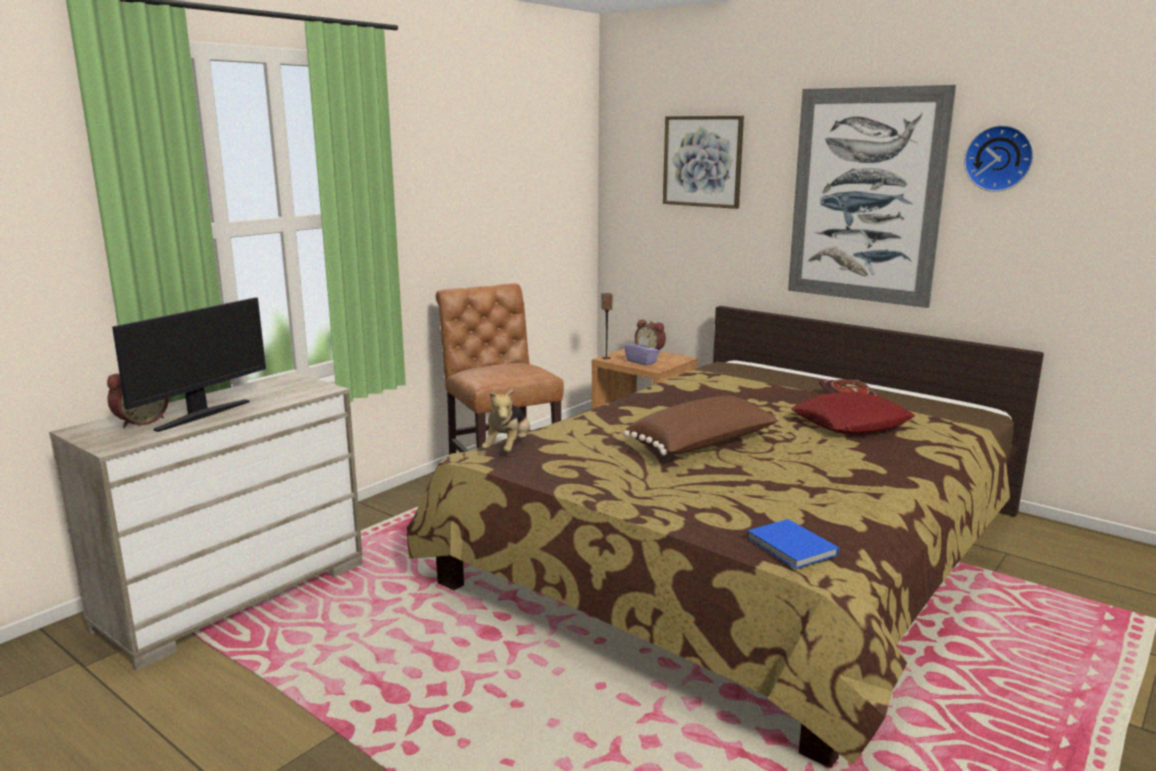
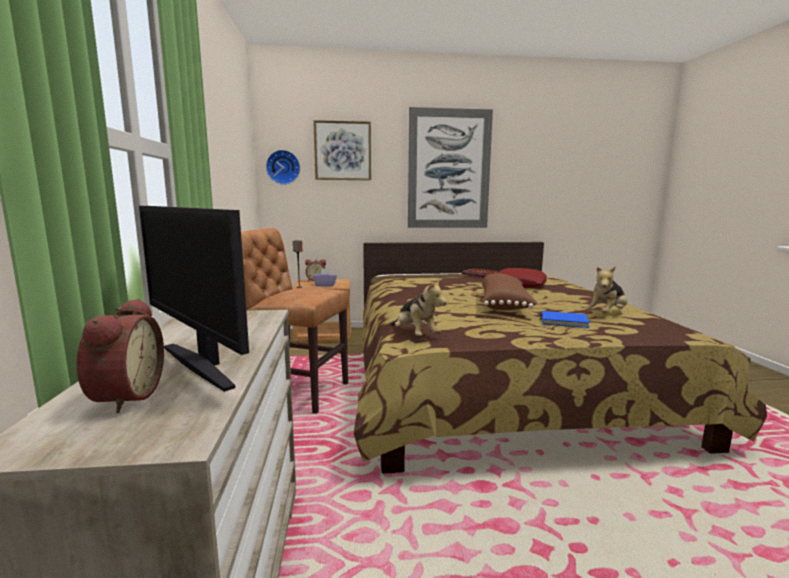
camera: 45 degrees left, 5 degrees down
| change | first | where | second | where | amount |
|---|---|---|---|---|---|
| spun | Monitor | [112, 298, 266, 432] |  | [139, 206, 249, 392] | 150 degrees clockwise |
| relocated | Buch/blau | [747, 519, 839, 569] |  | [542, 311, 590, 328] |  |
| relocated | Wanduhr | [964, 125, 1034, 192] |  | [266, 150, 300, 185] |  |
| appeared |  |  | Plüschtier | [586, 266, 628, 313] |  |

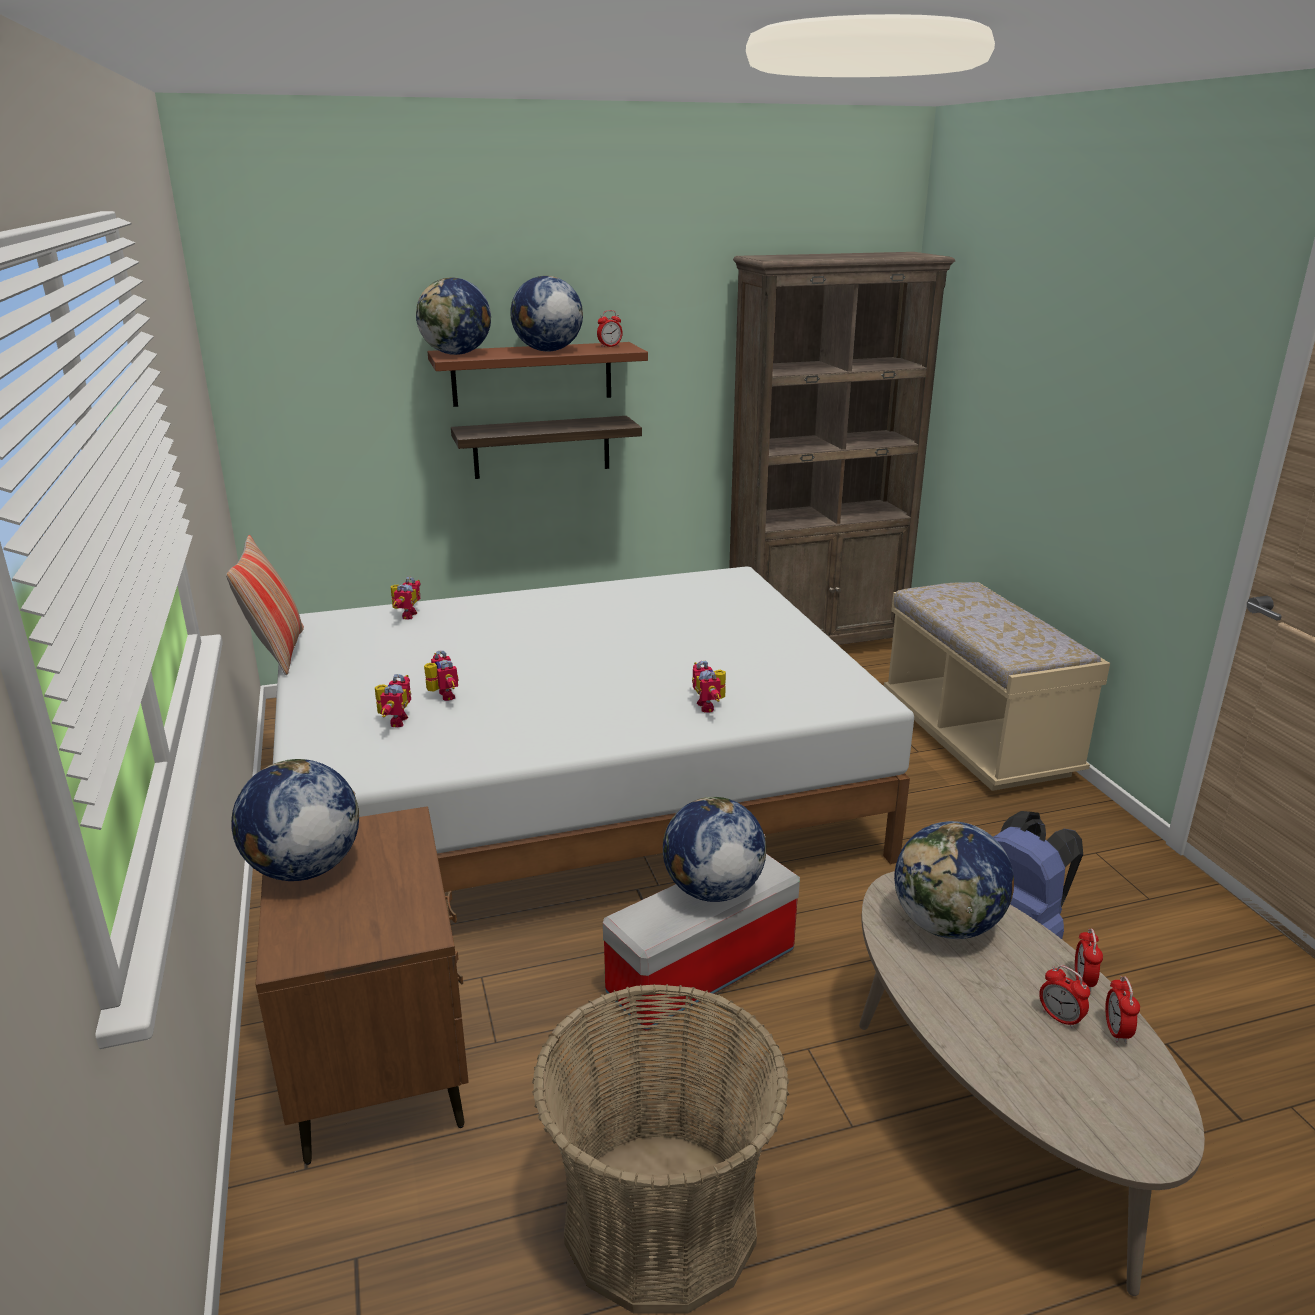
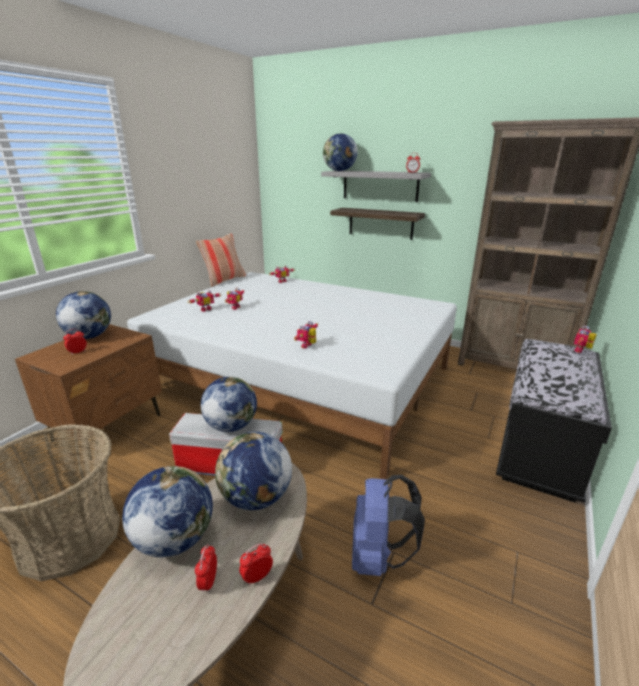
camera: 45 degrees right, 0 degrees up
| change | first | where | second | where | amount |
|---|---|---|---|---|---|
| colour | Wandregal/braun | [427, 342, 648, 407] | Wandregal/grau | [321, 171, 431, 202] |  |
| relocated | Globus | [510, 276, 583, 351] |  | [122, 466, 213, 557] |  |
| colour | Bank/beige | [884, 582, 1110, 791] | Bank/schwarz | [496, 339, 612, 503] |  |
| relocated | Wecker | [1105, 976, 1140, 1043] |  | [63, 329, 87, 354] |  |
| appeared |  |  | Spielzeugroboter | [574, 326, 596, 353] |  |

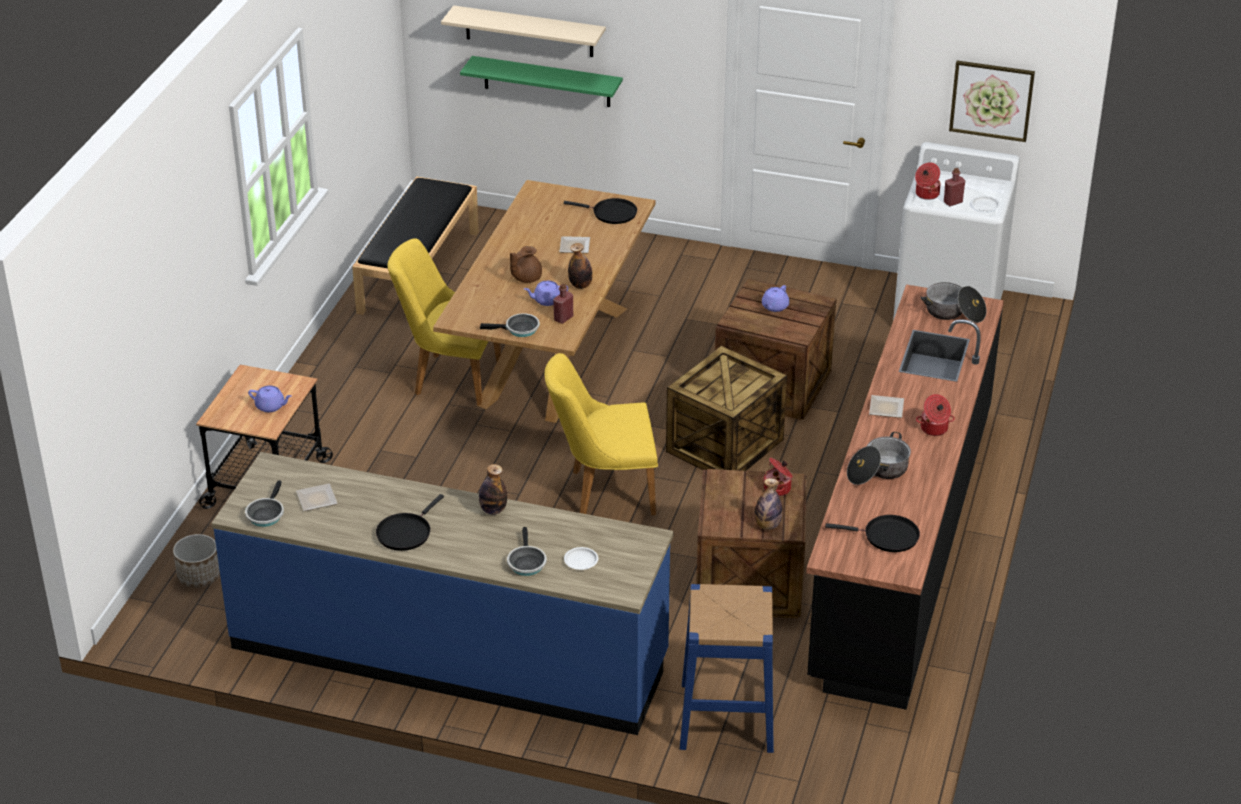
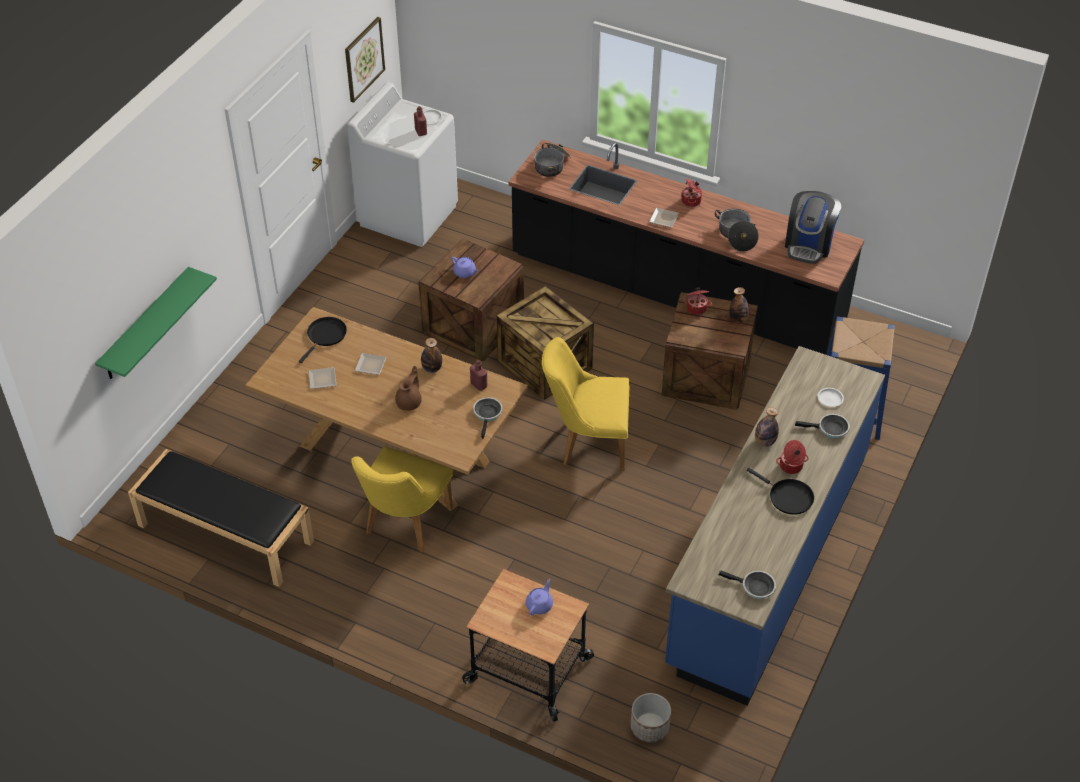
camera: 80 degrees left, 10 degrees up
| change | first | where | second | where | amount |
|---|---|---|---|---|---|
| relocated | Teller | [296, 483, 338, 511] |  | [308, 367, 336, 389] |  |
| missing | Wandregal/beige | [441, 5, 606, 57] |  |  |  |
| spun | Teekanne/braun | [510, 246, 542, 283] |  | [395, 366, 422, 411] | 120 degrees counterclockwise |
| missing | Teekanne/lila | [524, 281, 568, 306] |  |  |  |
| spun | Stuhl/gelb | [544, 353, 658, 515] |  | [542, 337, 629, 471] | 90 degrees clockwise |
| exchanged | Pfanne/schwarz | [825, 515, 920, 552] | Kaffeemaschine | [785, 191, 841, 264] |  |
| relocated | Kochtopf | [915, 163, 941, 200] |  | [776, 440, 809, 474] |  |

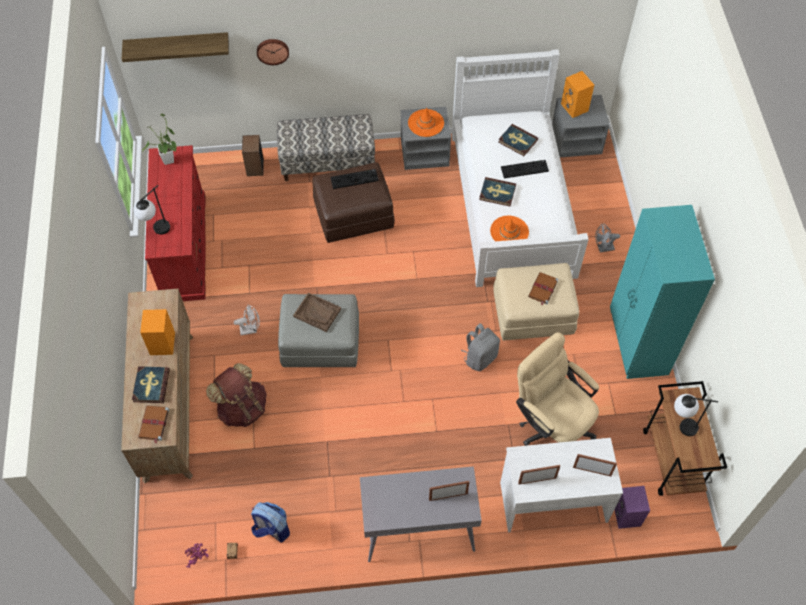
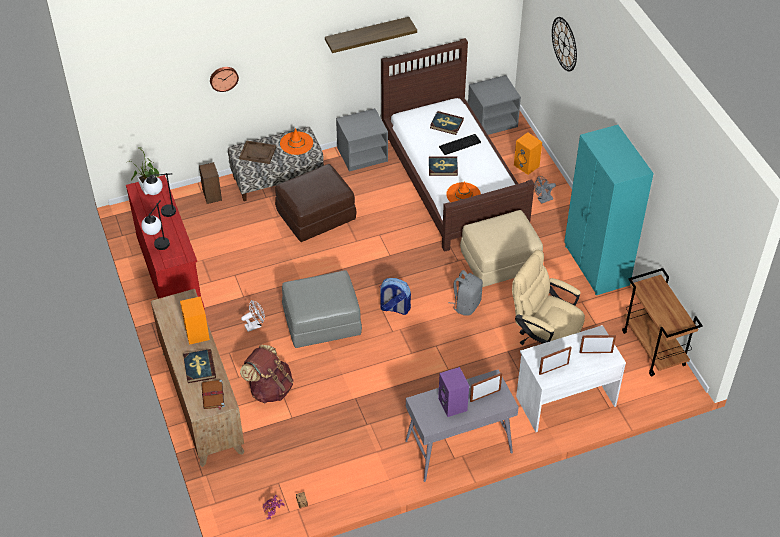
camera: 15 degrees left, 10 degrees down
| change | first | where | second | where | amount |
|---|---|---|---|---|---|
| relocated | Wandregal | [122, 32, 229, 62] |  | [325, 17, 417, 53] |  |
| relocated | Rucksack | [251, 502, 290, 542] |  | [380, 278, 411, 315] |  |
| relocated | Tablett/braun | [293, 293, 341, 332] |  | [239, 140, 276, 164] |  |
| missing | Tastatur | [330, 169, 379, 189] |  |  |  |
| relocated | Hut/orange | [408, 107, 444, 137] |  | [280, 128, 313, 155] |  |
| colour | Bett/weiß | [452, 49, 589, 287] | Bett/braun | [381, 38, 535, 252] |  |
| missing | Buch/braun | [528, 272, 558, 305] |  |  |  |
| relocated | Lautsprecher/orange | [561, 71, 594, 118] |  | [514, 132, 542, 175] |  |
| relocated | Lautsprecher/lila | [615, 486, 650, 529] |  | [438, 367, 469, 417] |  |
| relocated | Tischlampe | [674, 394, 718, 436] |  | [143, 173, 176, 217] |  |
| appeared |  |  | Wanduhr | [552, 17, 577, 71] |  |

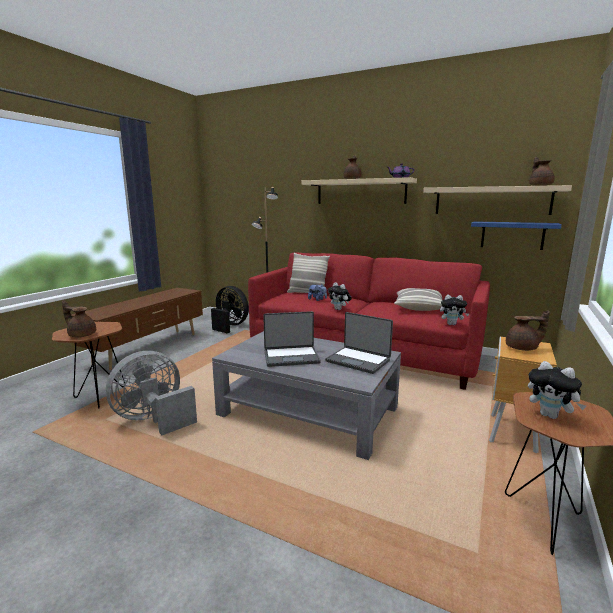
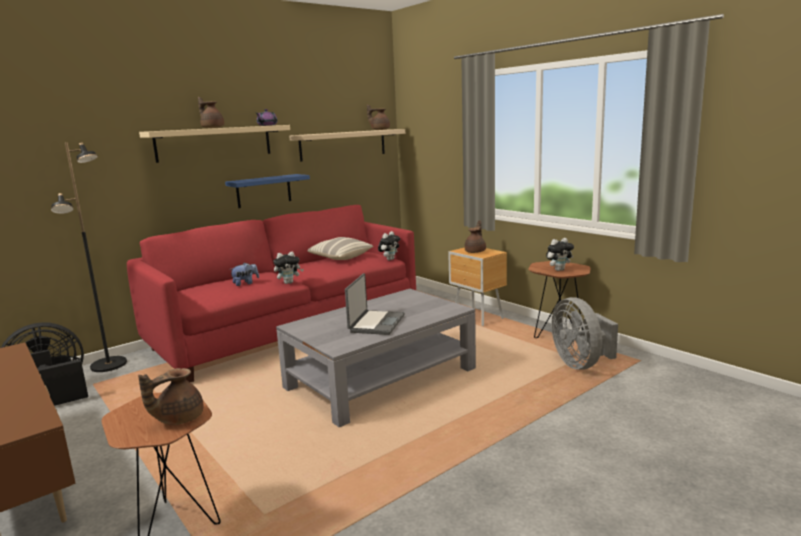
camera: 65 degrees left, 0 degrees up
| change | first | where | second | where | amount |
|---|---|---|---|---|---|
| relocated | Ventilator/grau | [106, 351, 197, 435] |  | [552, 297, 618, 370] |  |
| missing | Kissen | [287, 253, 330, 296] |  |  |  |
| missing | Laptop | [325, 312, 393, 374] |  |  |  |
| relocated | Wandregal/blau | [471, 221, 562, 250] |  | [225, 174, 310, 208] |  |

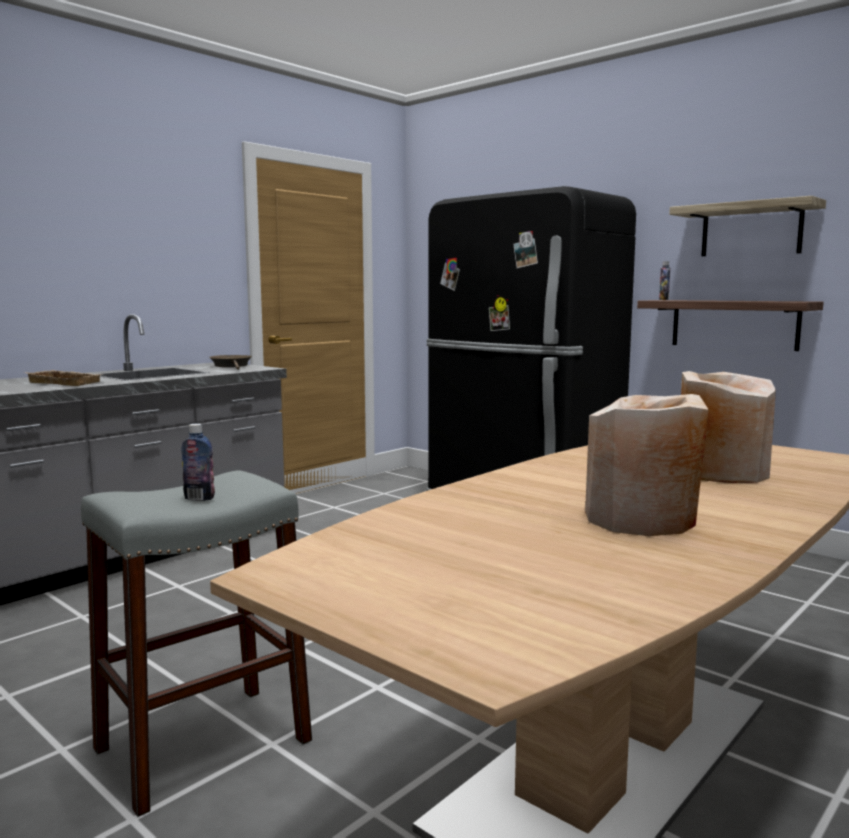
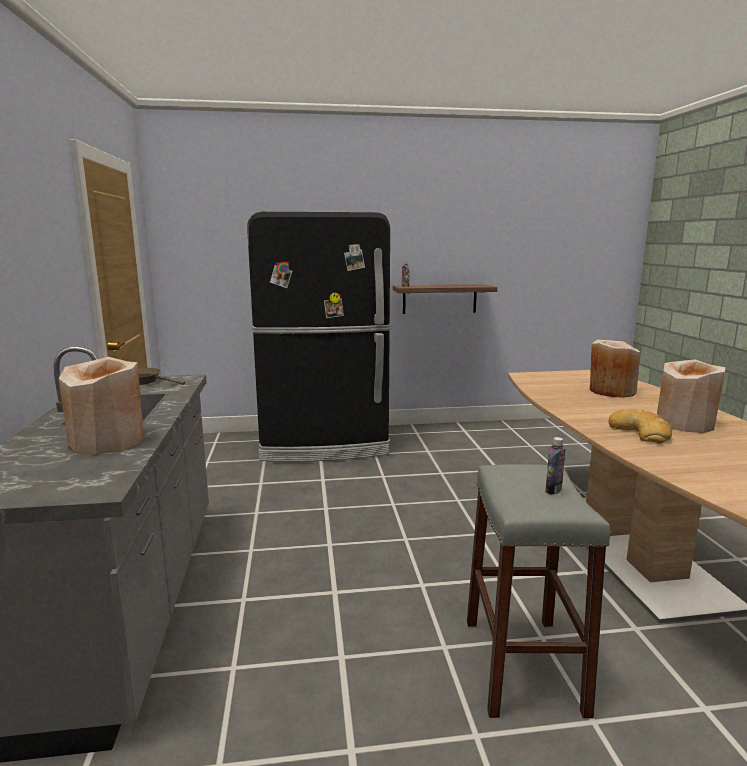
camera: 50 degrees left, 5 degrees up
| change | first | where | second | where | amount |
|---|---|---|---|---|---|
| exchanged | Tablett/beige | [25, 370, 102, 386] | Vase/beige | [59, 357, 144, 455] |  |
| missing | Wandregal | [669, 196, 826, 256] |  |  |  |
| appeared |  |  | Brot | [608, 408, 672, 444] |  |

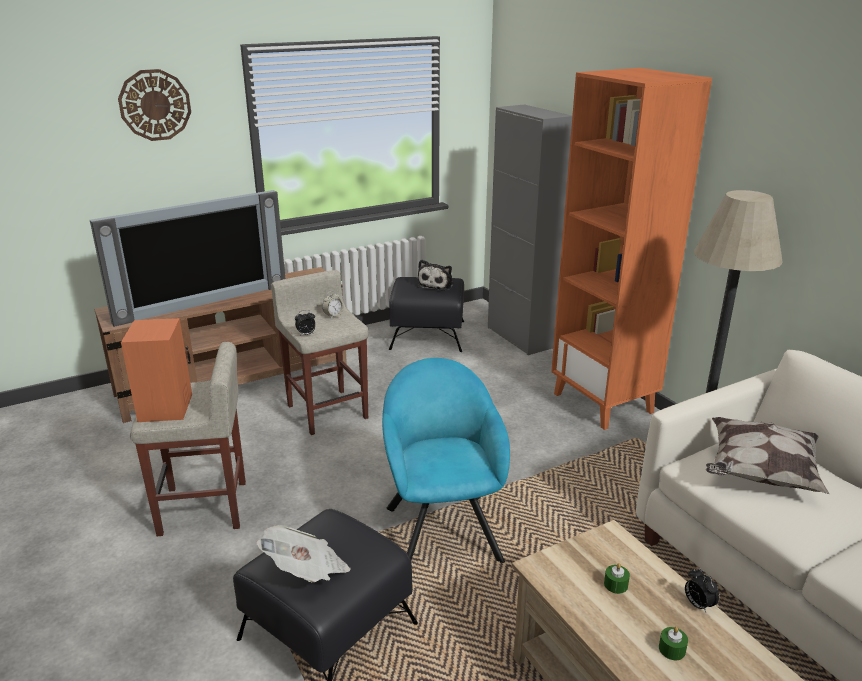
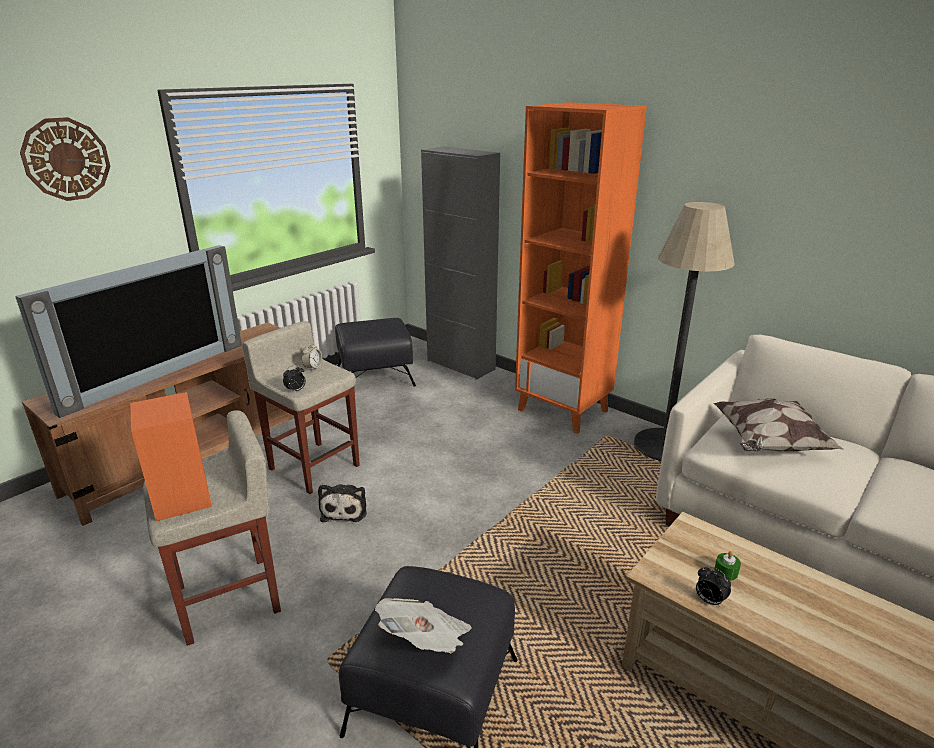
camera: 20 degrees left, 0 degrees up
| change | first | where | second | where | amount |
|---|---|---|---|---|---|
| missing | Sessel/türkis | [382, 358, 510, 563] |  |  |  |
| relocated | Plüschtier | [417, 260, 453, 291] |  | [318, 484, 367, 522] |  |
| missing | Kerze/grün | [659, 627, 688, 660] |  |  |  |
| relocated | Wecker | [685, 568, 719, 613] |  | [696, 566, 731, 607] |  |

